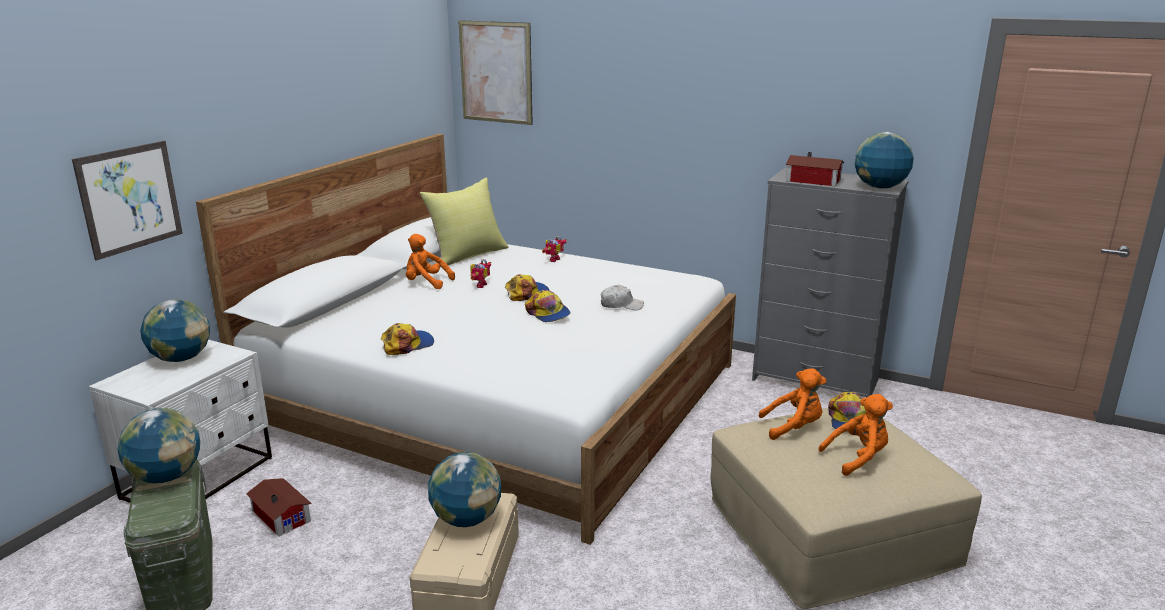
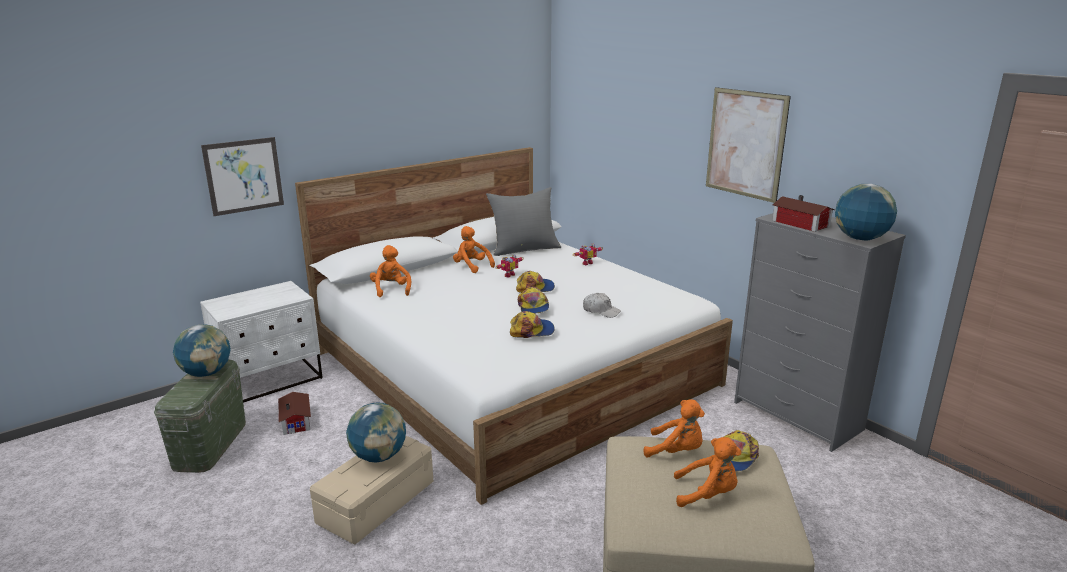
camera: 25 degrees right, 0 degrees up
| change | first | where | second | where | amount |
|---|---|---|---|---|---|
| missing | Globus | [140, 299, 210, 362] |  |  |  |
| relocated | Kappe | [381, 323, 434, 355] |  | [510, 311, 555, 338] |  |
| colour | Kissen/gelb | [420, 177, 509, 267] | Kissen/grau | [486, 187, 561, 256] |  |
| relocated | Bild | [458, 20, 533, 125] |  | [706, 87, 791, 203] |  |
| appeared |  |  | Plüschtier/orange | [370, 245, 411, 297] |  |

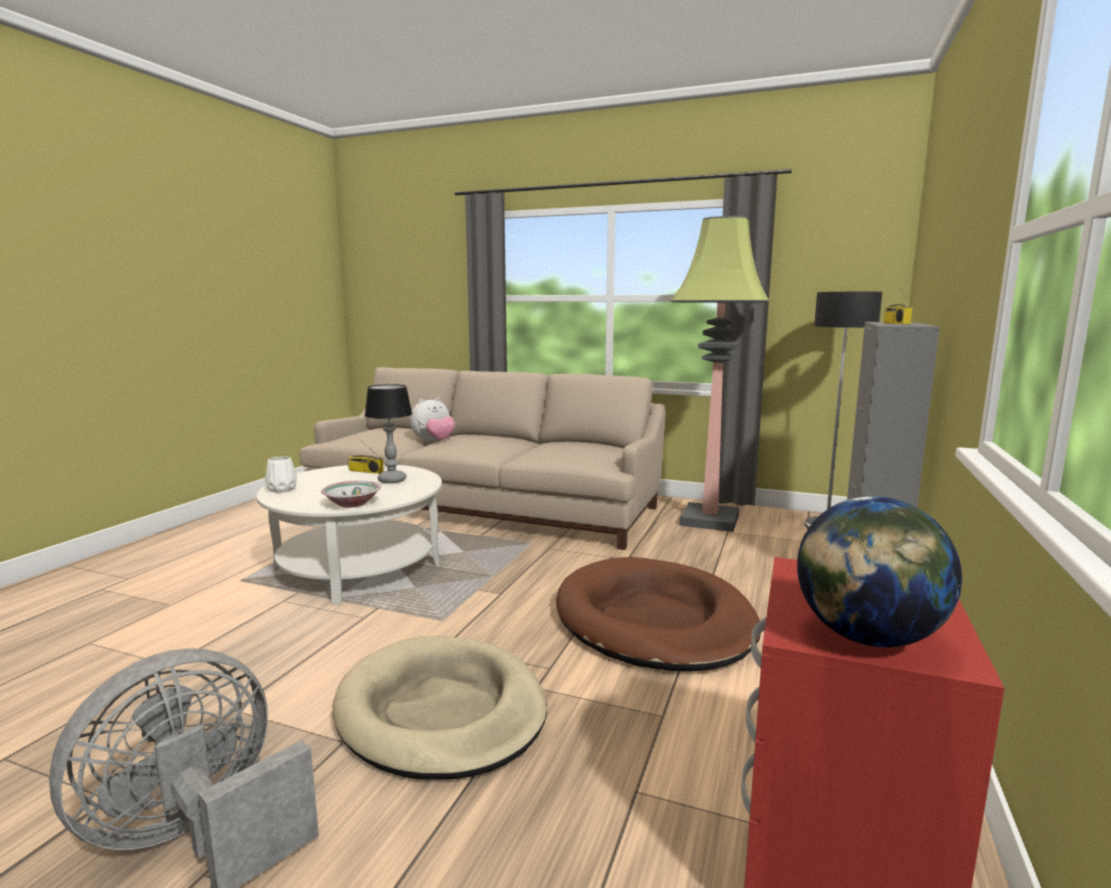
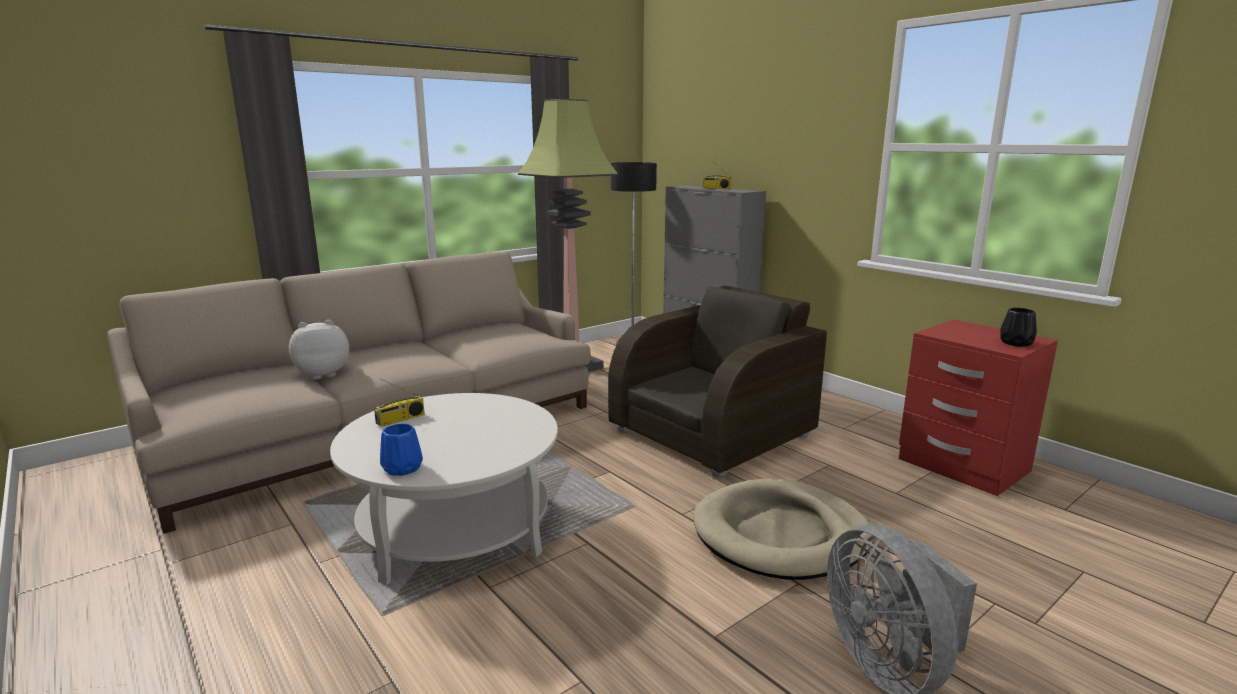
camera: 60 degrees left, 5 degrees up
| change | first | where | second | where | amount |
|---|---|---|---|---|---|
| colour | Vase/weiß | [265, 456, 297, 493] | Vase/blau | [380, 424, 423, 476] |  |
| missing | Schüssel | [321, 480, 381, 508] |  |  |  |
| missing | Tischlampe | [364, 384, 413, 483] |  |  |  |
| spun | Plüschtier | [410, 397, 455, 443] |  | [289, 320, 349, 379] | 105 degrees counterclockwise |
| exchanged | Hundebett/braun | [556, 557, 761, 672] | Sessel/braun | [608, 286, 827, 477] |  |
| exchanged | Globus | [797, 496, 962, 647] | Vase/schwarz | [1000, 308, 1037, 347] |  |

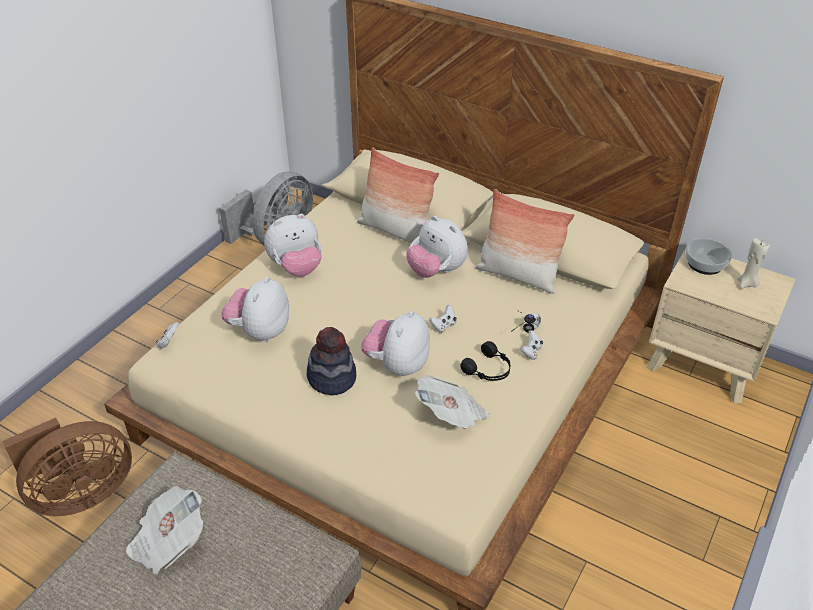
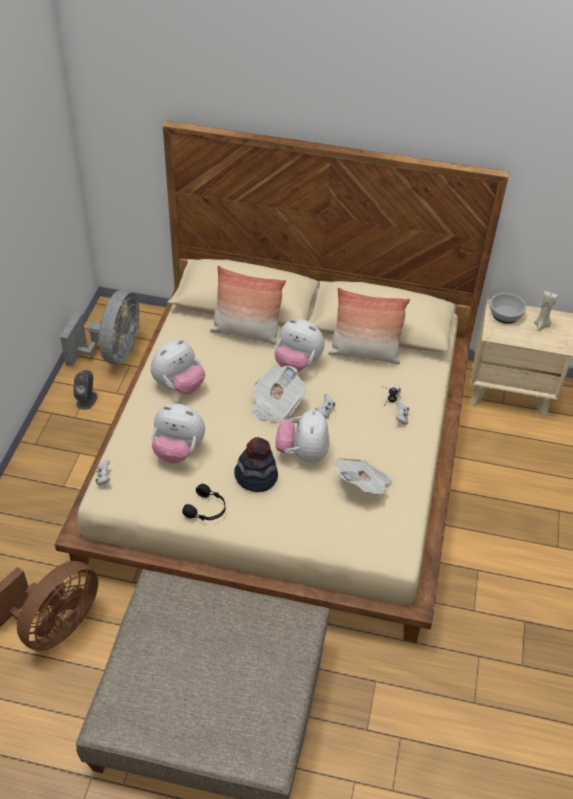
camera: 20 degrees left, 5 degrees up
| change | first | where | second | where | amount |
|---|---|---|---|---|---|
| relocated | Zeitung | [126, 486, 203, 574] |  | [251, 366, 306, 423] |  |
| spun | Plüschtier | [221, 276, 289, 341] |  | [151, 404, 205, 463] | 75 degrees counterclockwise |
| relocated | Kopfhörer/schwarz | [460, 341, 510, 381] |  | [182, 484, 225, 521] |  |
| appeared |  |  | Lautsprecher/grau | [73, 370, 97, 410] |  |

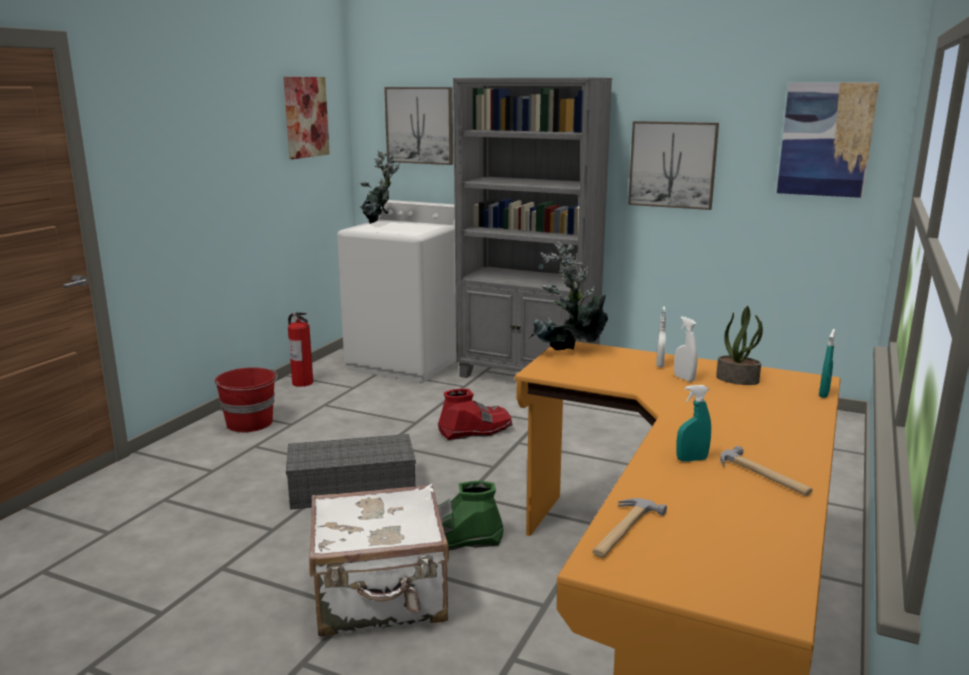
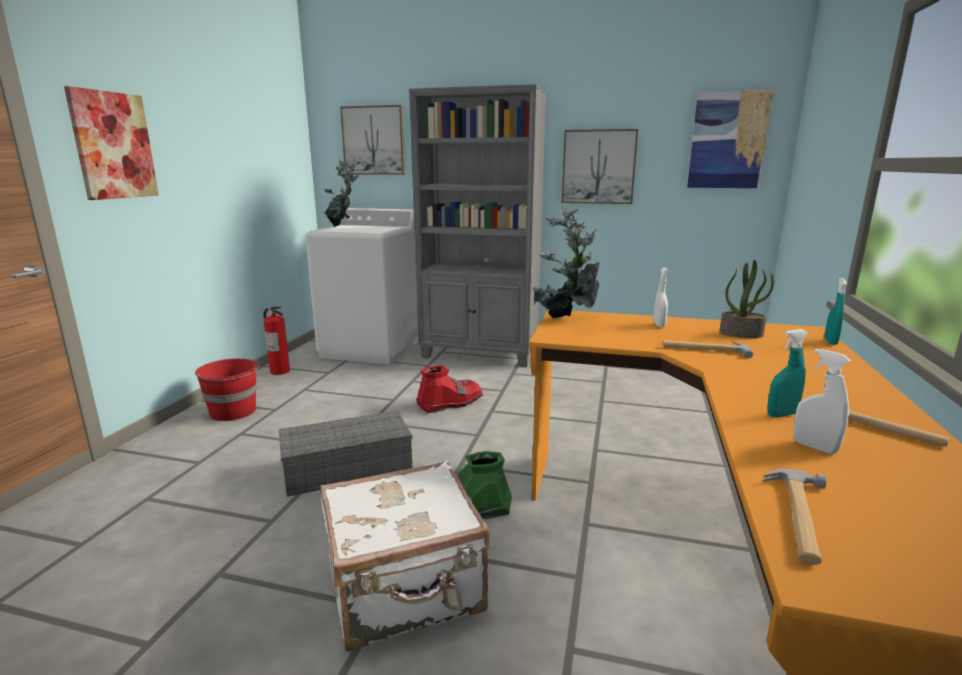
camera: 10 degrees left, 0 degrees up
| change | first | where | second | where | amount |
|---|---|---|---|---|---|
| relocated | Bild | [283, 77, 330, 159] |  | [64, 86, 159, 200] |  |
| relocated | Sprühflasche/weiß | [674, 316, 698, 382] |  | [794, 349, 851, 454] |  |
| appeared |  |  | Hammer | [663, 340, 753, 358] |  |

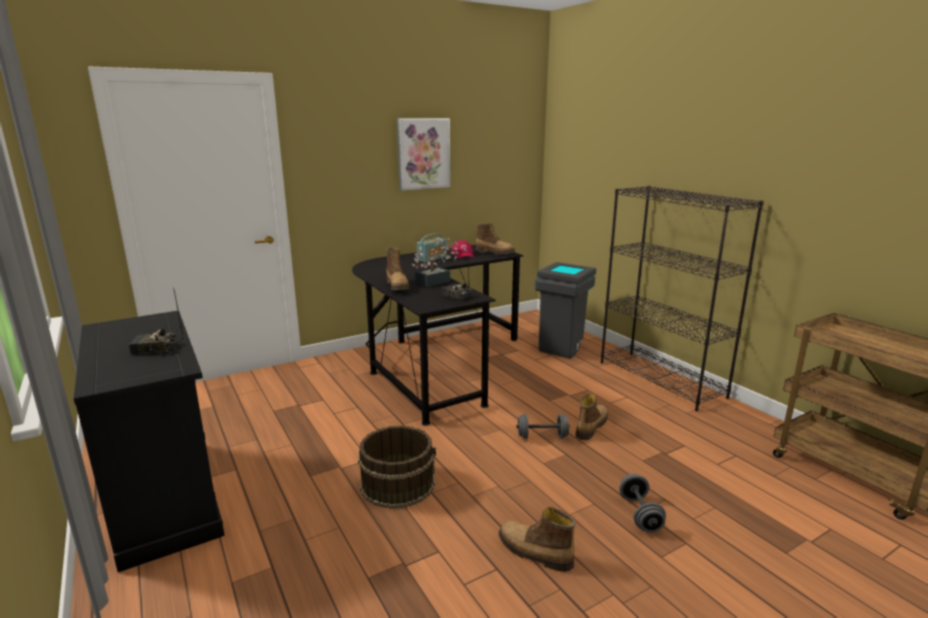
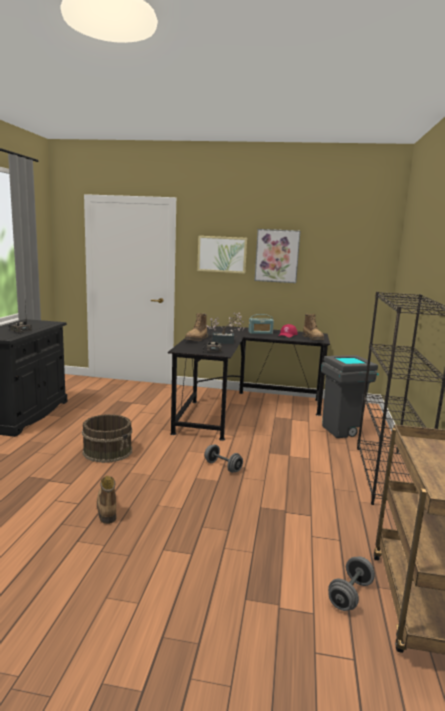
camera: 40 degrees right, 5 degrees down
| change | first | where | second | where | amount |
|---|---|---|---|---|---|
| missing | Stiefel | [575, 394, 608, 440] |  |  |  |
| relocated | Hantel/grau | [619, 474, 666, 533] |  | [328, 557, 375, 611] |  |
| appeared |  |  | Bild | [197, 236, 247, 274] |  |

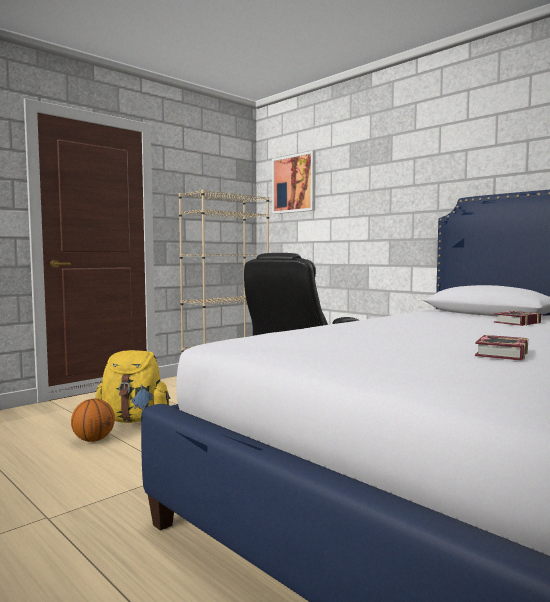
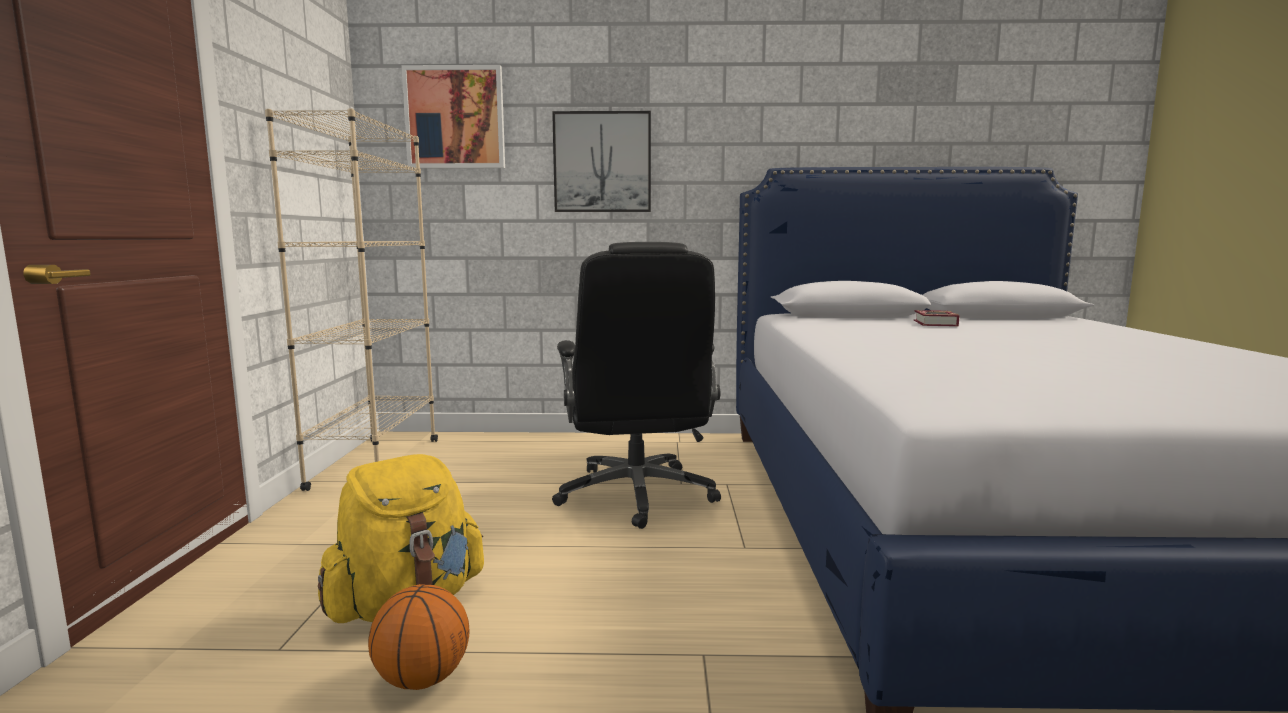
camera: 45 degrees left, 5 degrees up
| change | first | where | second | where | amount |
|---|---|---|---|---|---|
| missing | Buch | [475, 335, 528, 361] |  |  |  |
| appeared |  |  | Bild | [552, 111, 651, 212] |  |

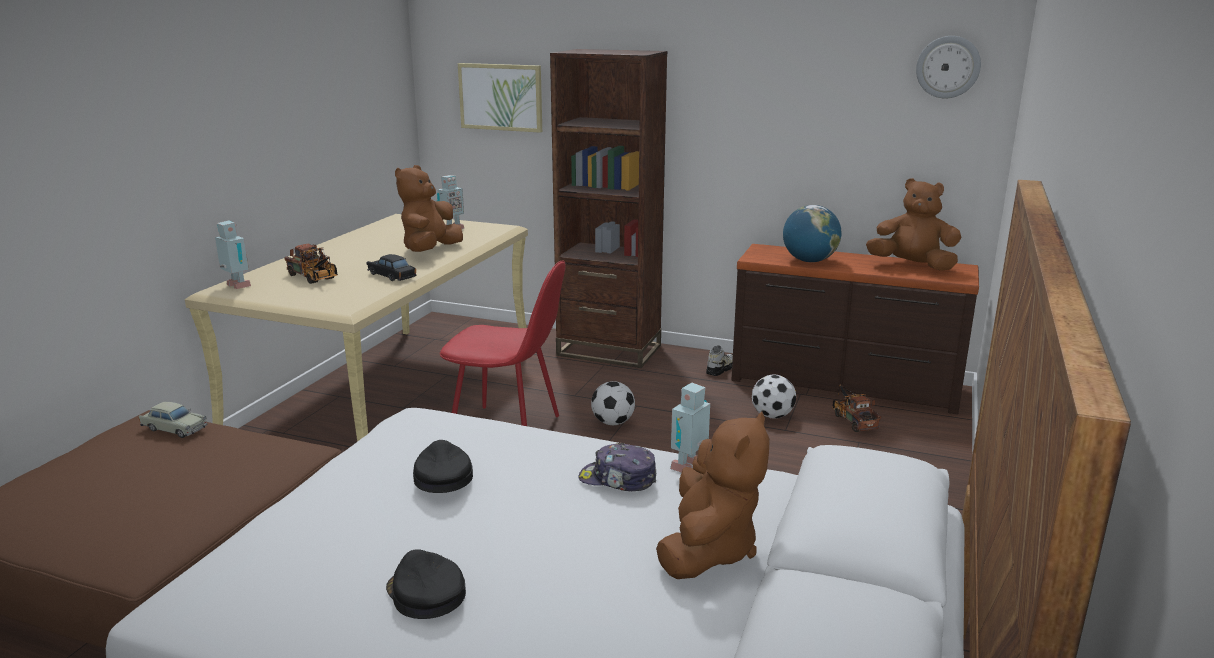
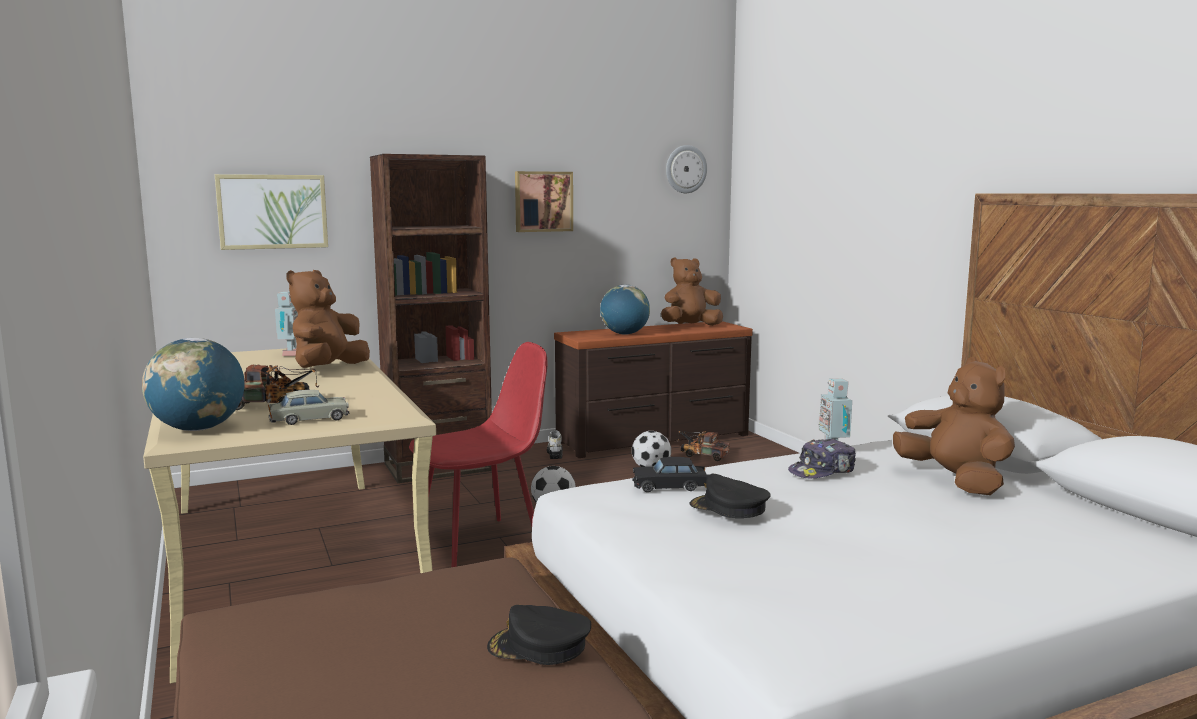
camera: 45 degrees left, 10 degrees down
| change | first | where | second | where | amount |
|---|---|---|---|---|---|
| relocated | Spielzeugauto/beige | [138, 402, 207, 438] |  | [268, 390, 349, 425] |  |
| exchanged | Spielzeugroboter | [215, 220, 251, 289] | Globus | [142, 338, 245, 431] |  |
| relocated | Spielzeugauto/schwarz | [366, 254, 417, 281] |  | [633, 457, 709, 492] |  |
| relocated | Kappe/schwarz | [386, 549, 466, 619] |  | [487, 605, 591, 665] |  |
| spun | Plüschtier/braun | [395, 165, 463, 252] |  | [286, 270, 370, 368] | 45 degrees clockwise |
| appeared |  |  | Bild | [515, 171, 573, 232] |  |

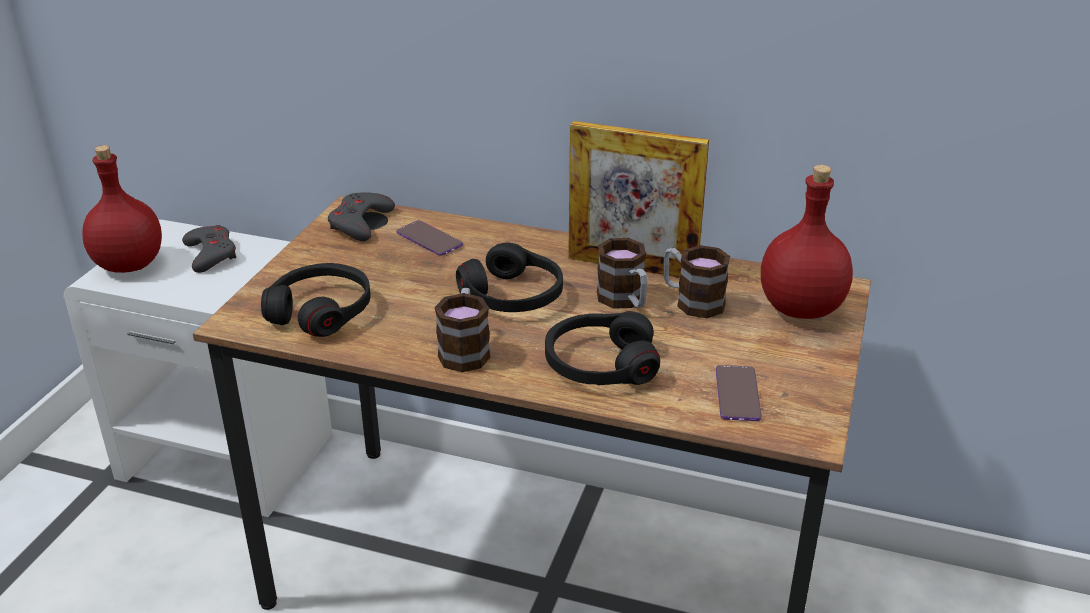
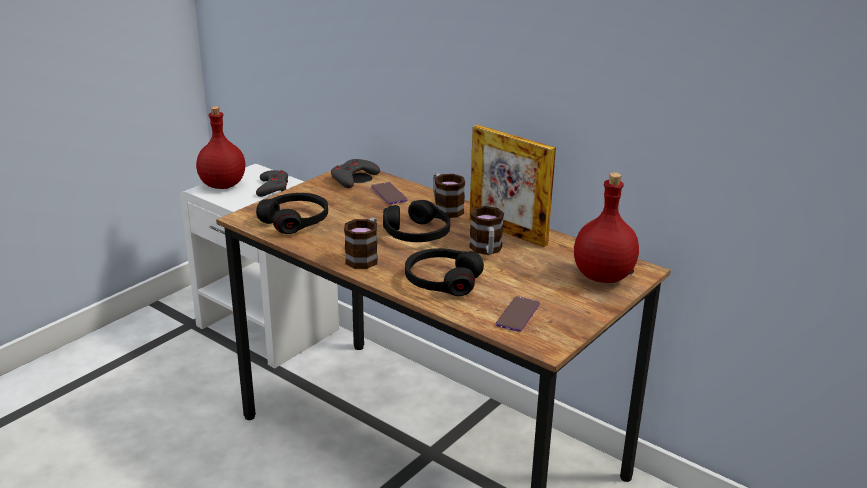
camera: 20 degrees right, 5 degrees down
| change | first | where | second | where | amount |
|---|---|---|---|---|---|
| relocated | Henkelbecher | [664, 245, 730, 318] |  | [433, 173, 465, 218] |  |

